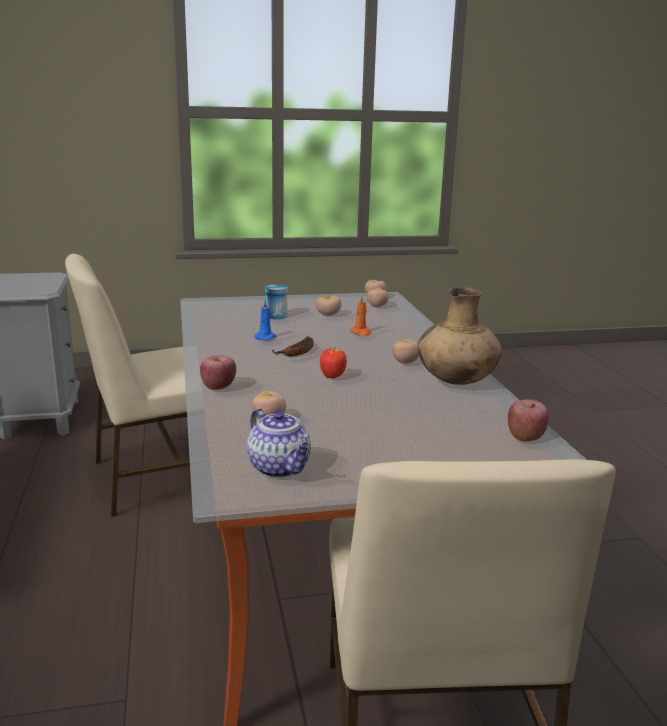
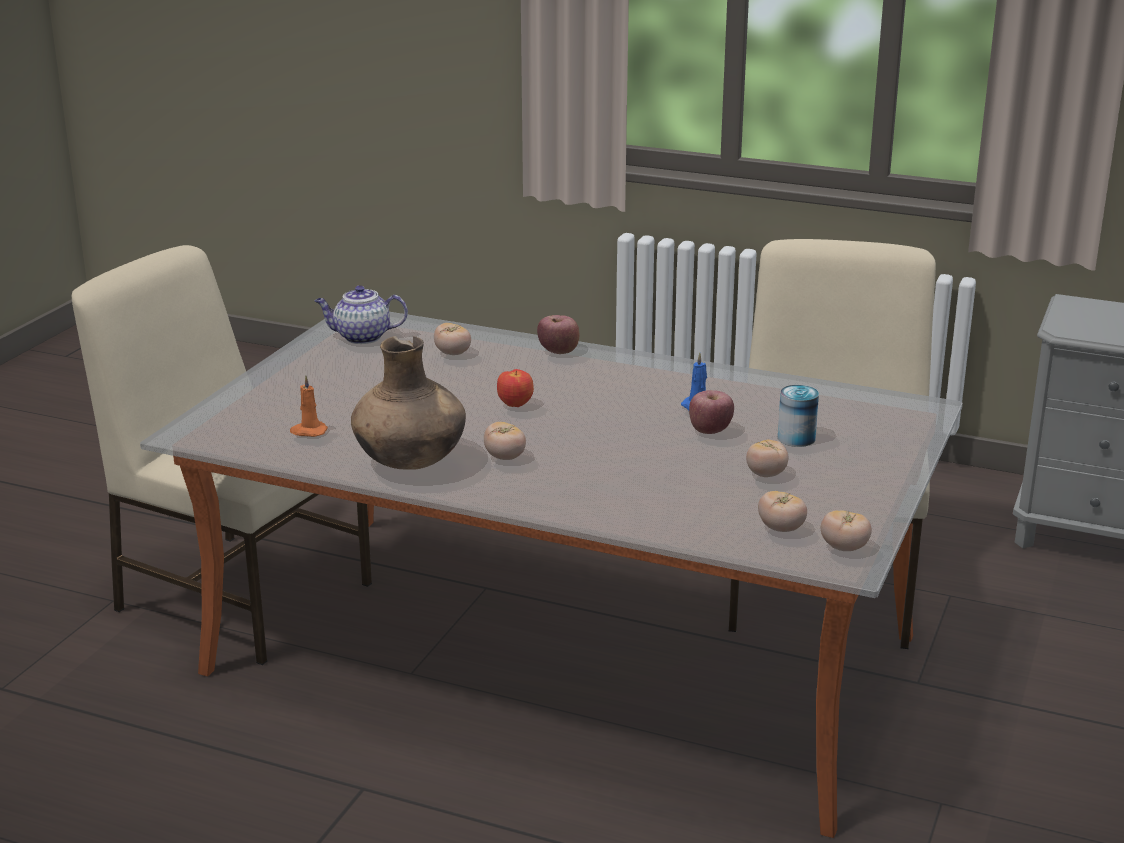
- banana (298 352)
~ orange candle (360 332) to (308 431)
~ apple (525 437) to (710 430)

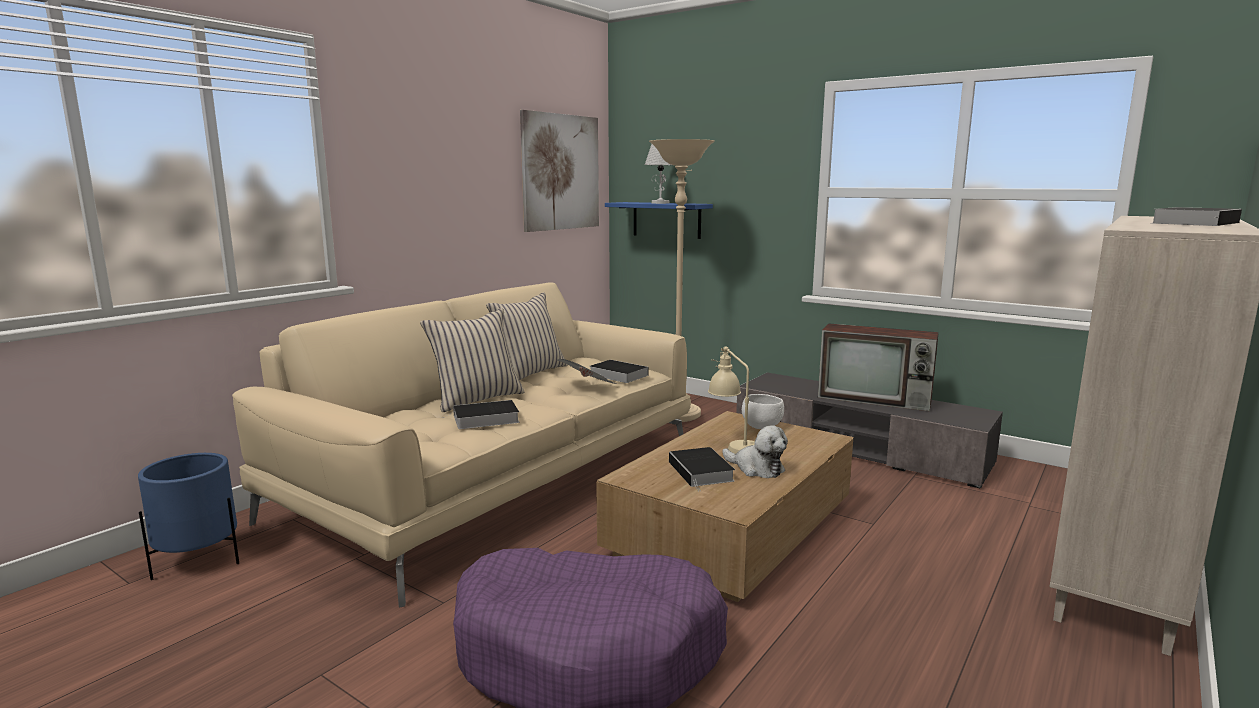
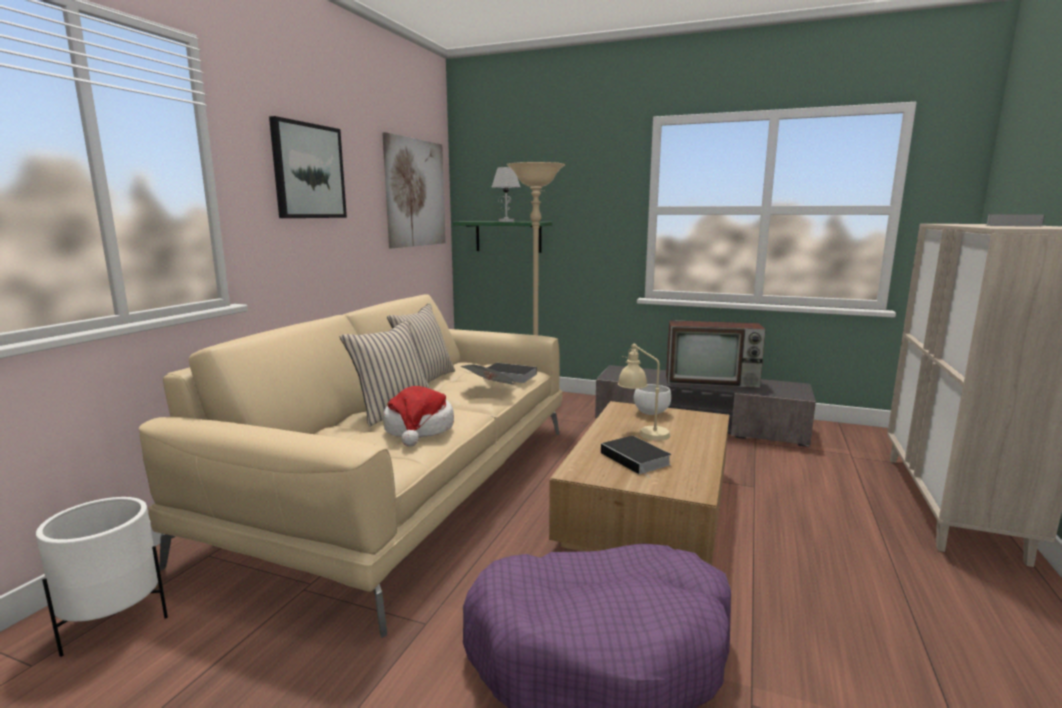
- plush toy (756 468)
+ picture (308 171)
~ book (484 419) to hat (419 429)
~ blue planter (198 561) to white planter (114 622)
~ blue shelf (666 220) to green shelf (508 236)

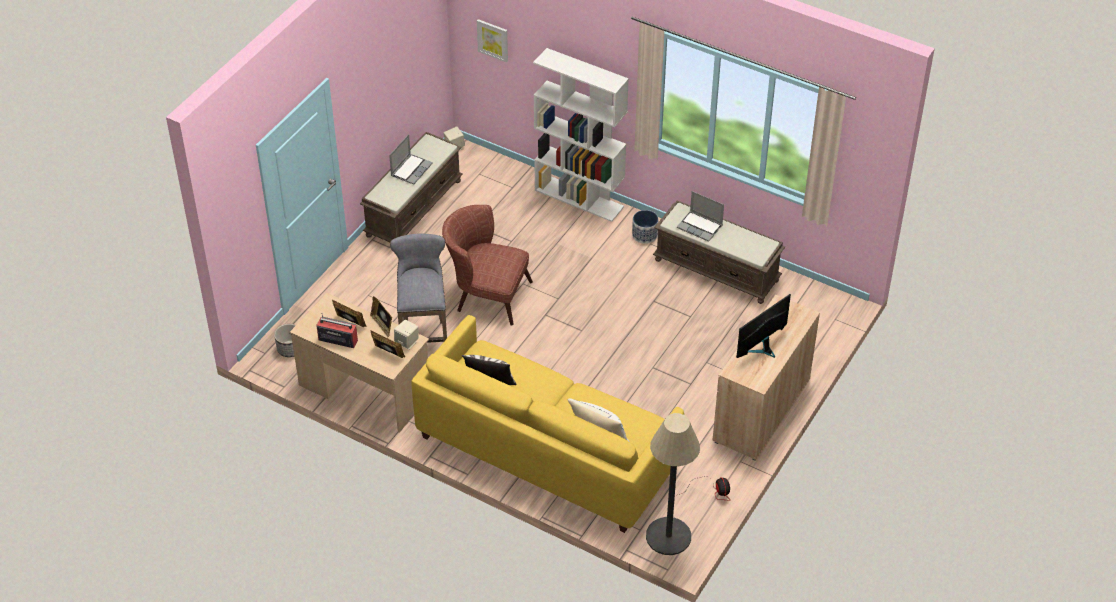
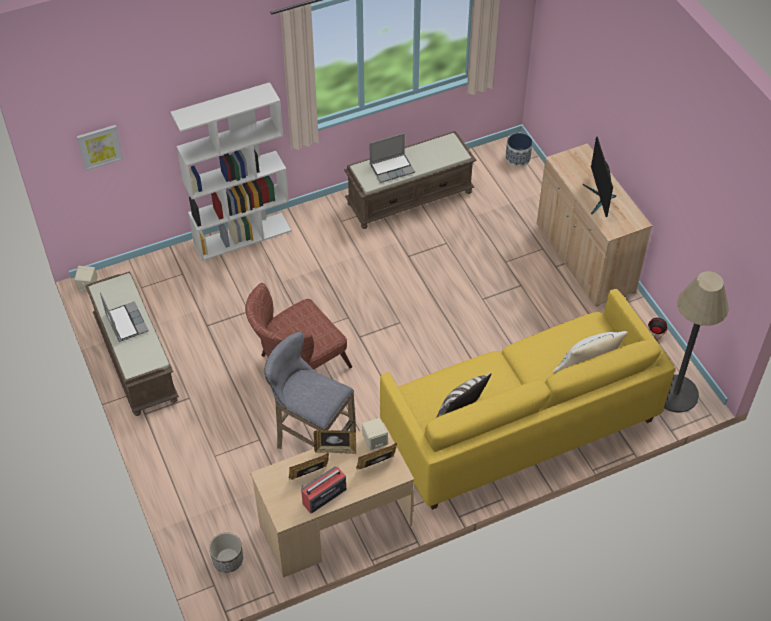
~ planter (645 235) to (518 158)

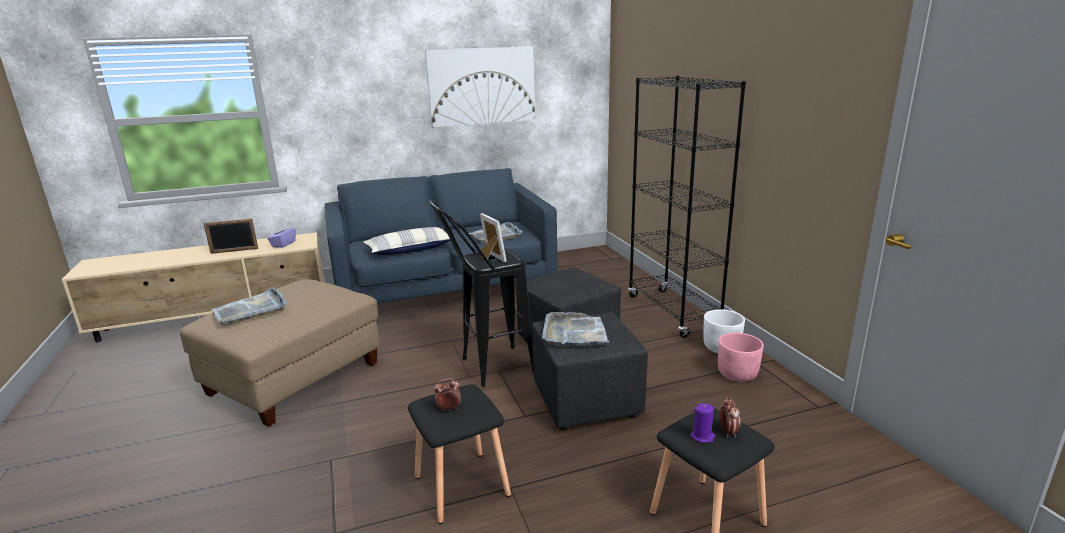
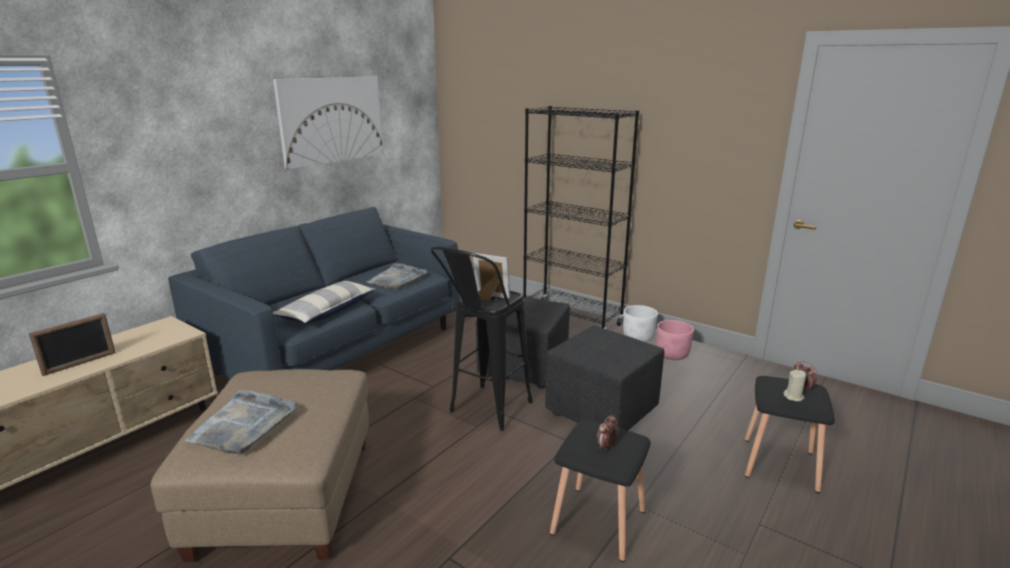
- purple tissue box (283 244)
- grey tray (574 333)
~ purple candle (702 436) to beige candle (793 397)

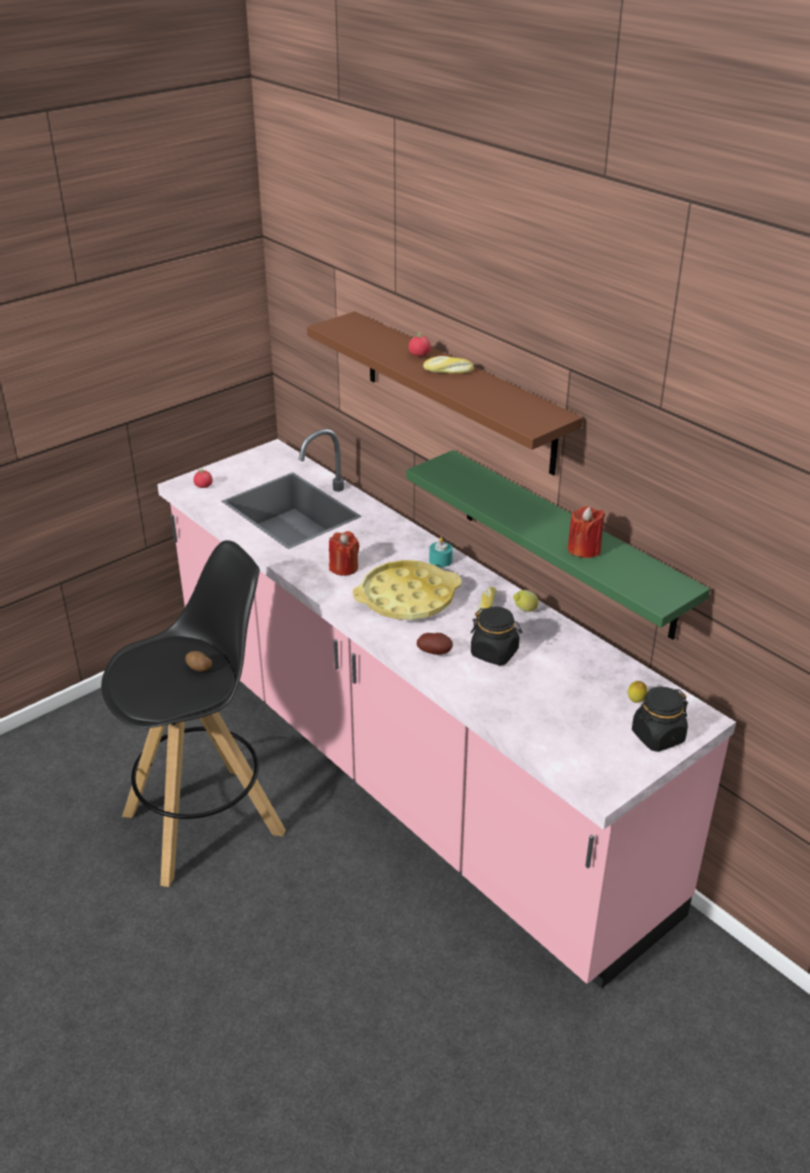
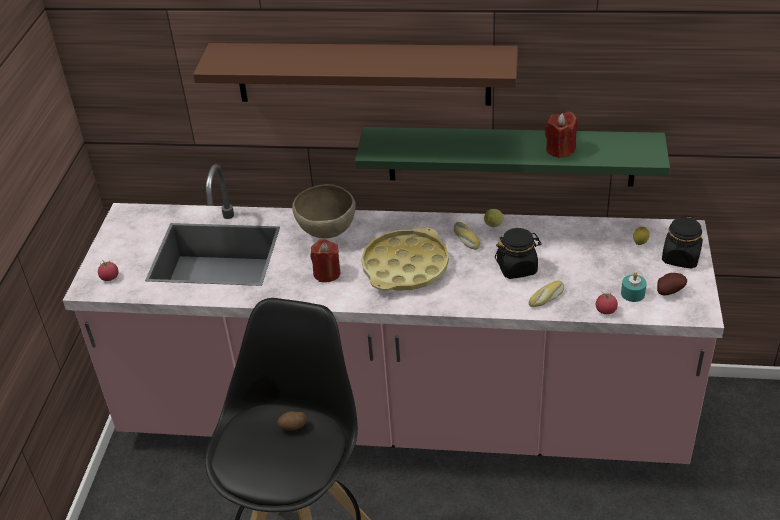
+ brown bowl (326 232)
~ tomato (419 355) to (605 310)
~ potato (435 652) to (668 291)
~ bread (448 371) to (547 298)
~ turquoise candle (440 560) to (632 293)

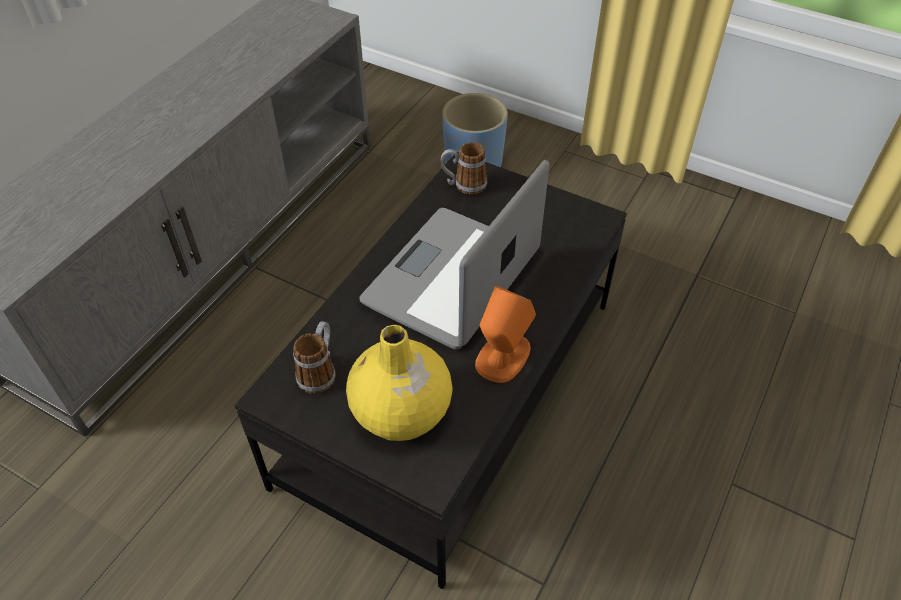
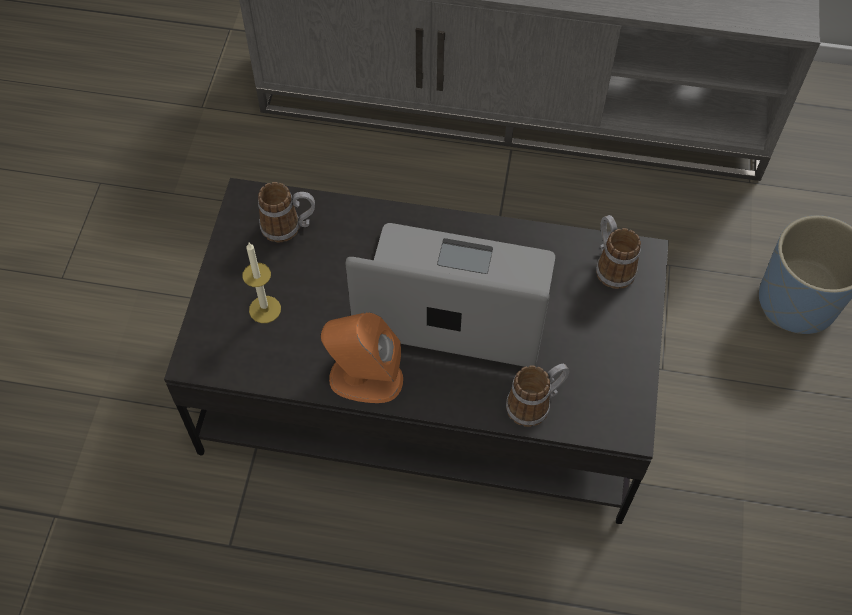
+ mug (535 403)
~ yellow vase (401 412) to candle (265 309)

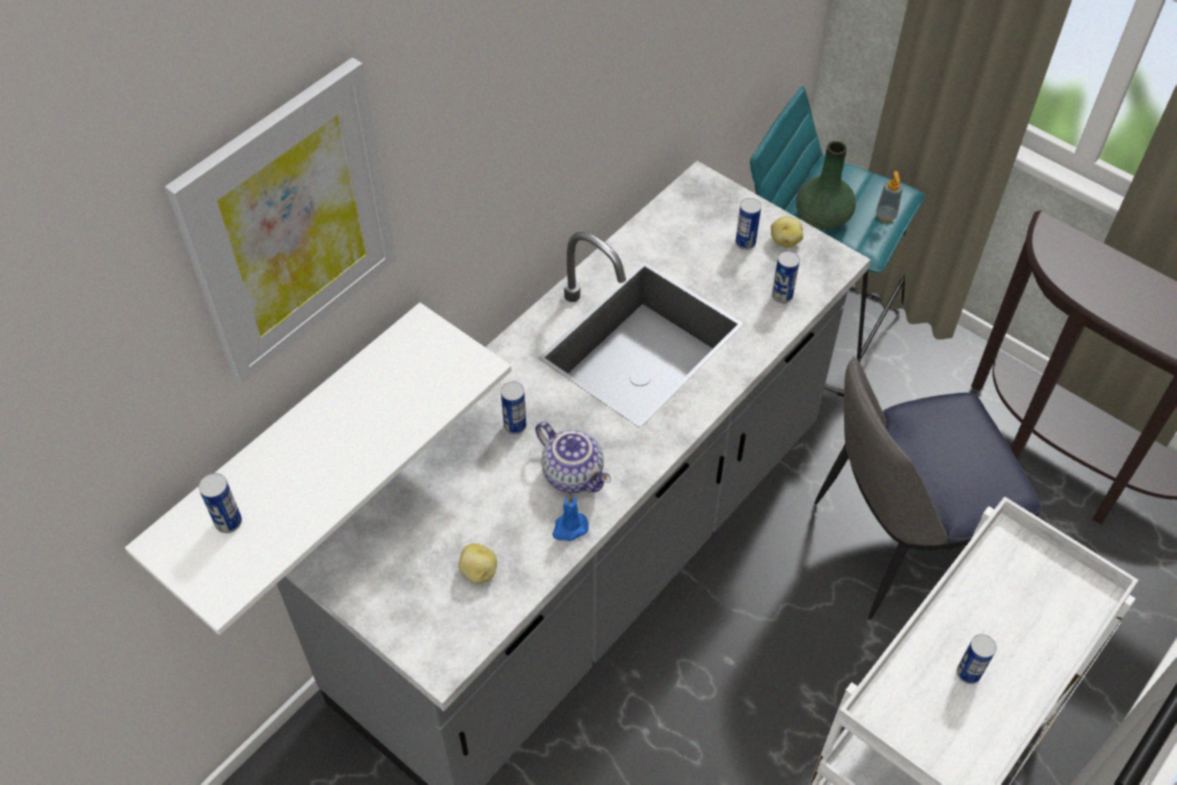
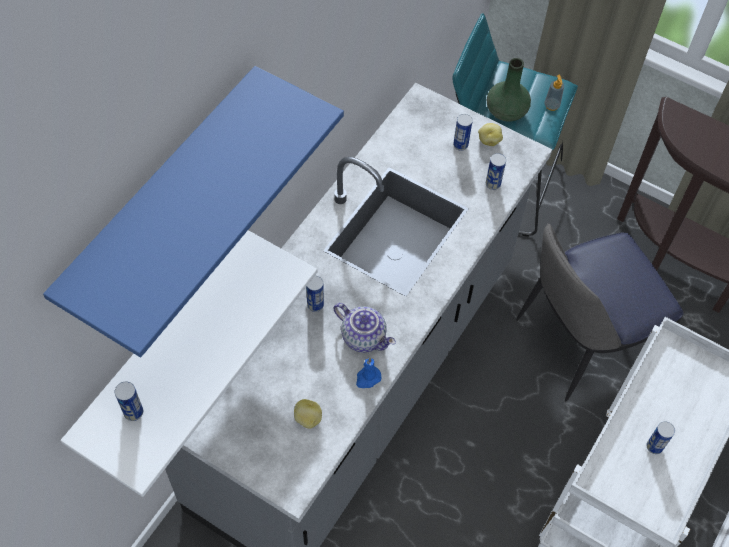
~ picture (289 224) to blue shelf (162 197)

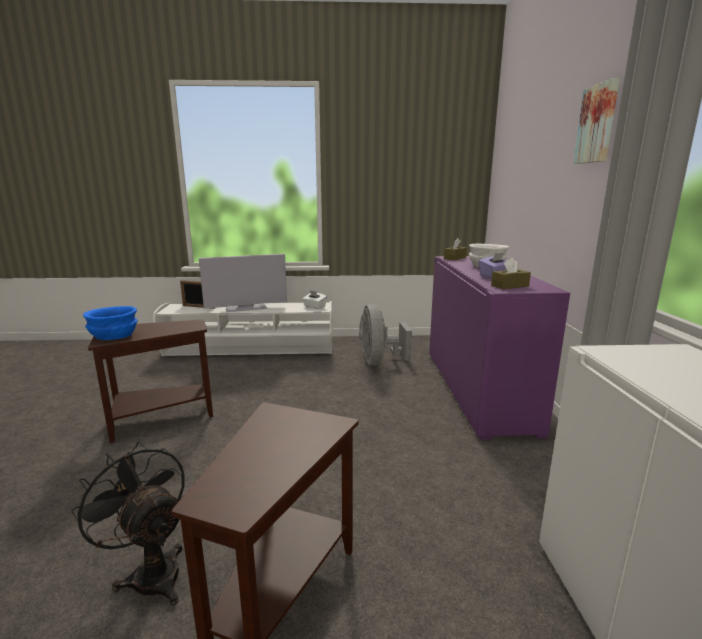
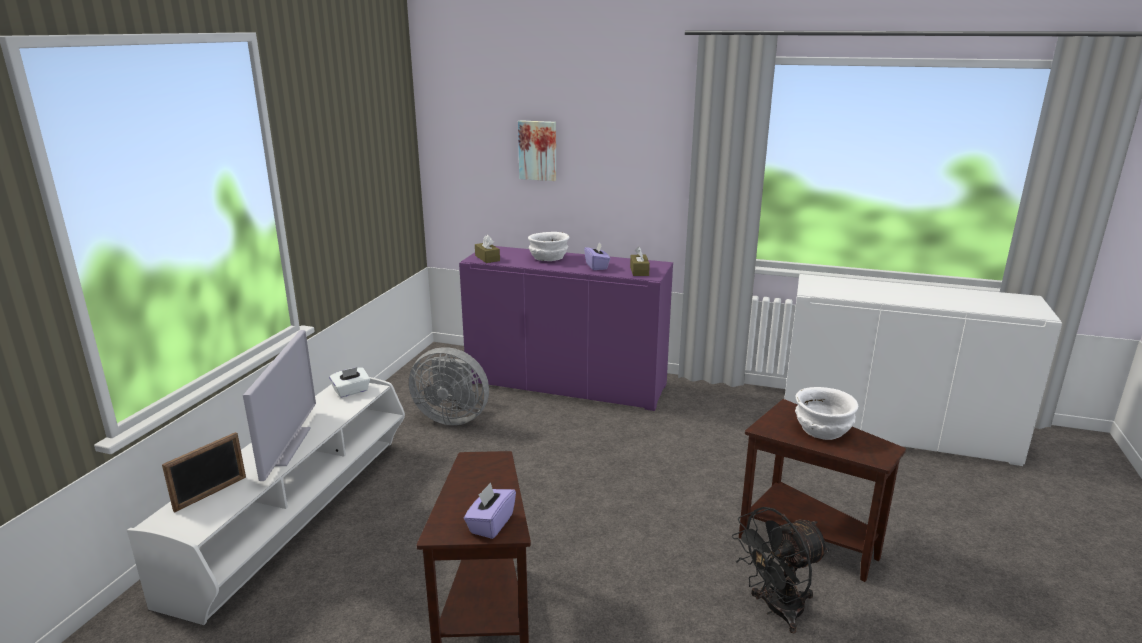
+ white bowl (823 429)
~ picture (598 124) to (538 150)
~ blue bowl (113 336) to purple tissue box (490 524)

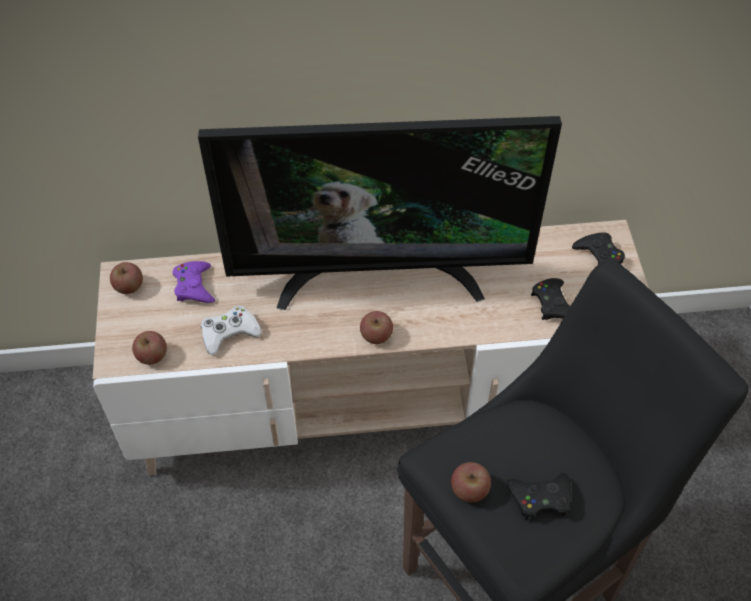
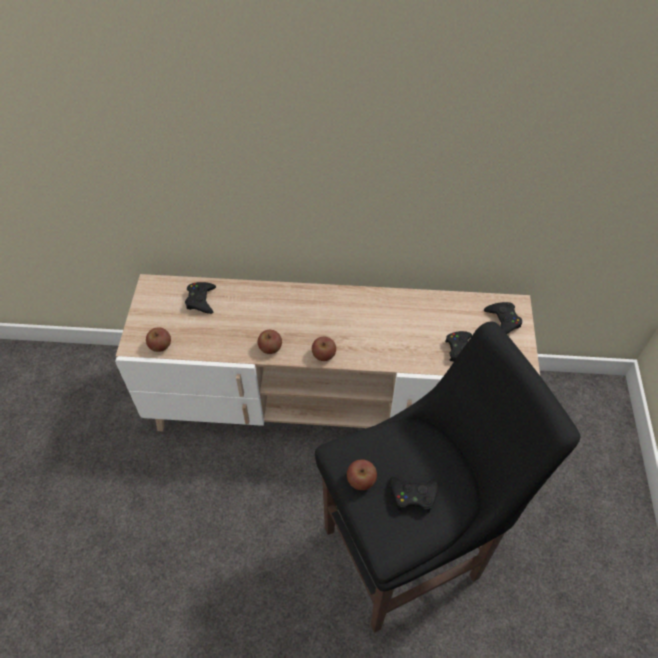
- television (379 274)
- white game controller (229 333)
~ apple (129 286) to (270 347)
~ purple game controller (194 286) to black game controller (201 300)

